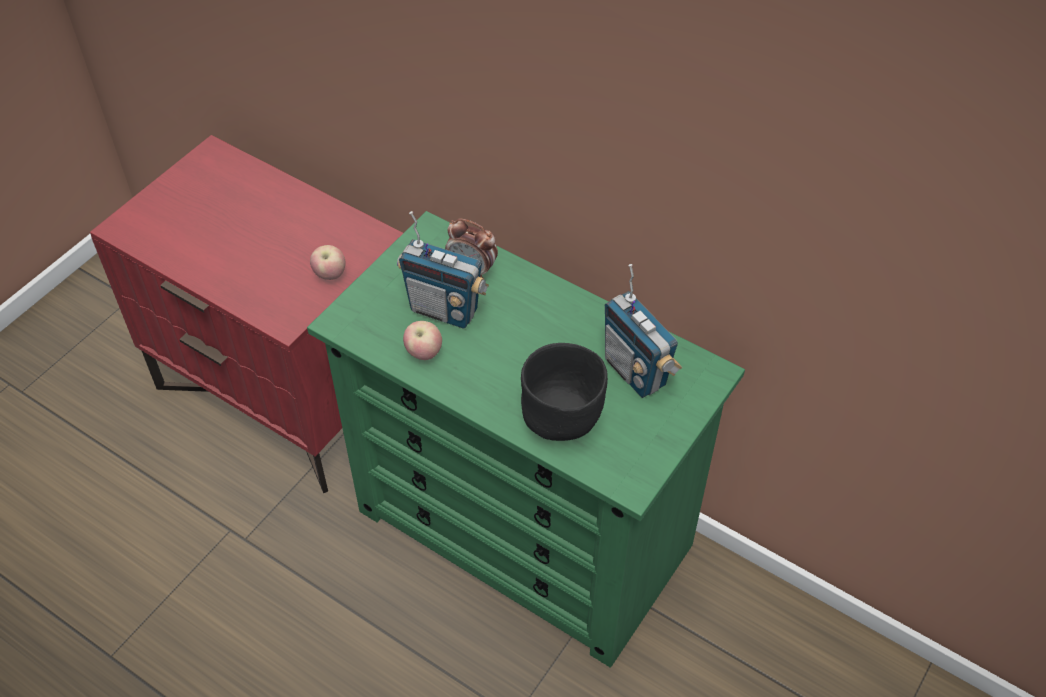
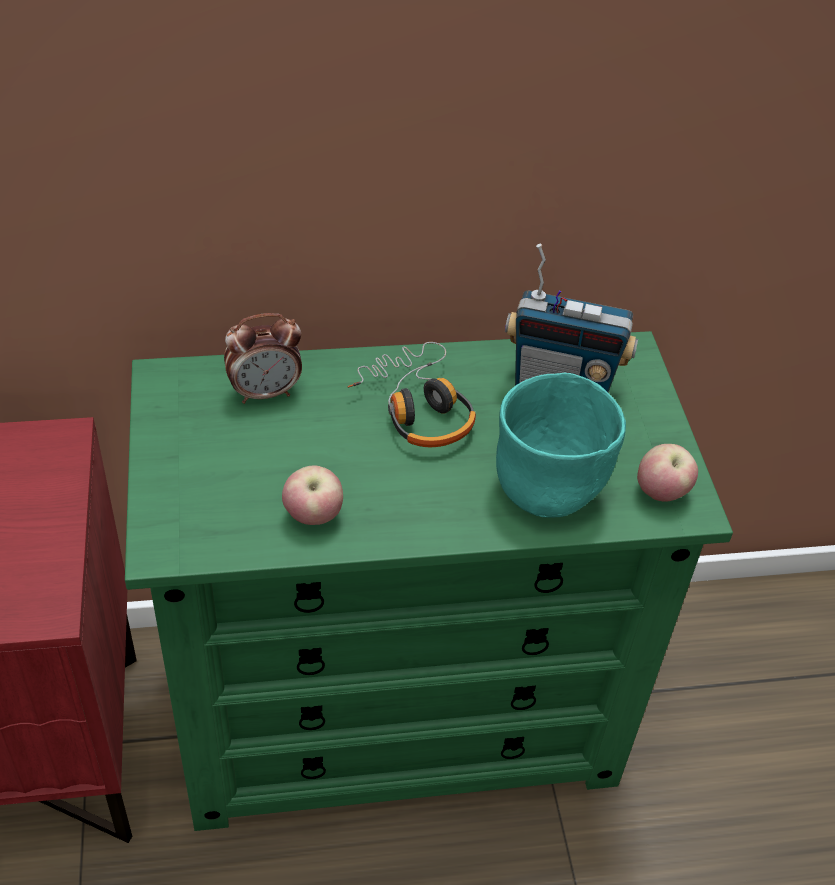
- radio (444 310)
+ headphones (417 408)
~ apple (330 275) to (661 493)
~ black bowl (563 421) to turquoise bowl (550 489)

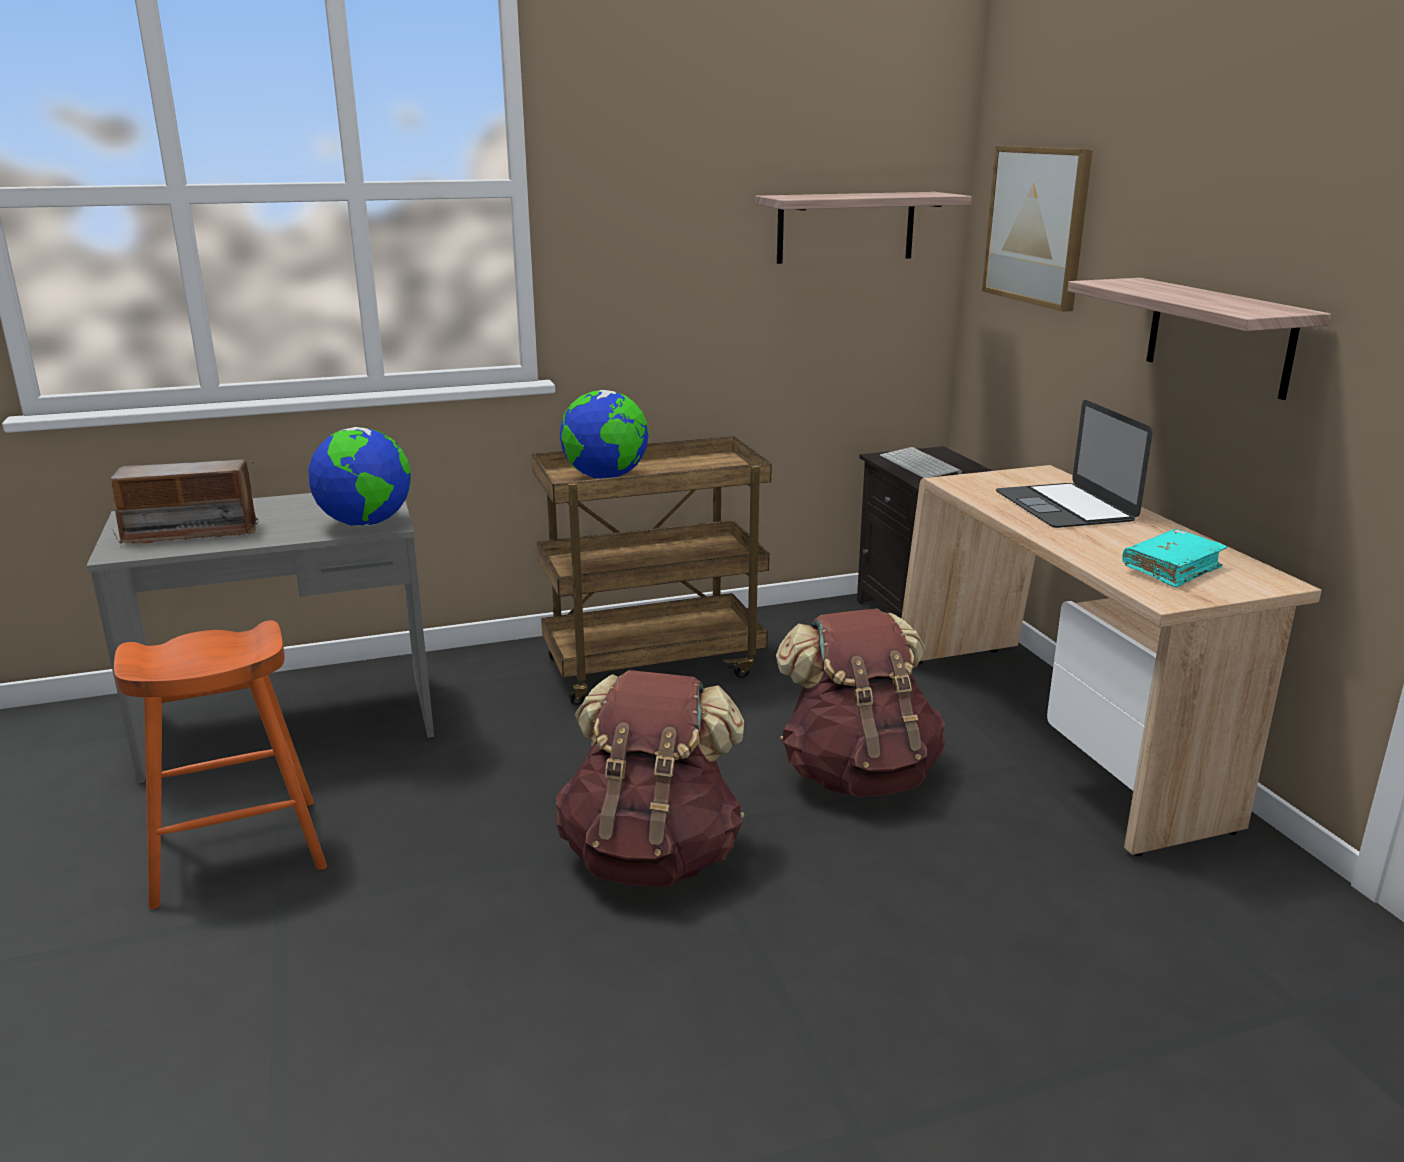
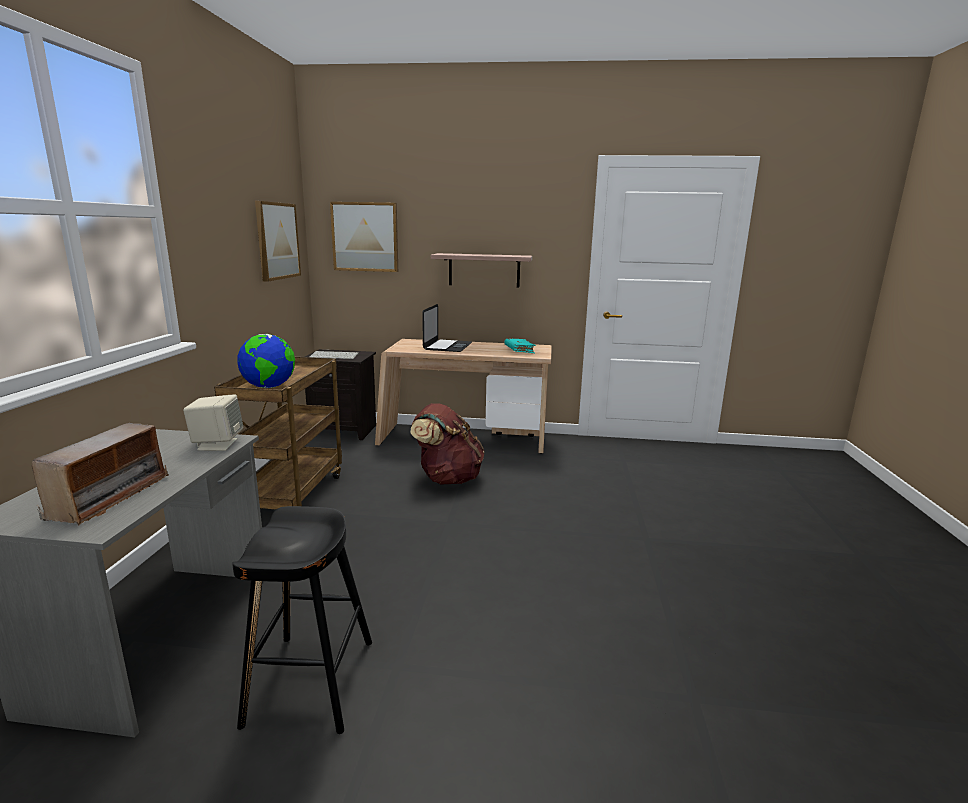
- brown backpack (652 855)
~ globe (366 524) to beige speaker (217 444)
~ shelf (846 227) to picture (277 241)
~ orange stool (238 851) to black stool (311 681)
~ laptop (1065 506) = (447 346) 90 degrees counterclockwise

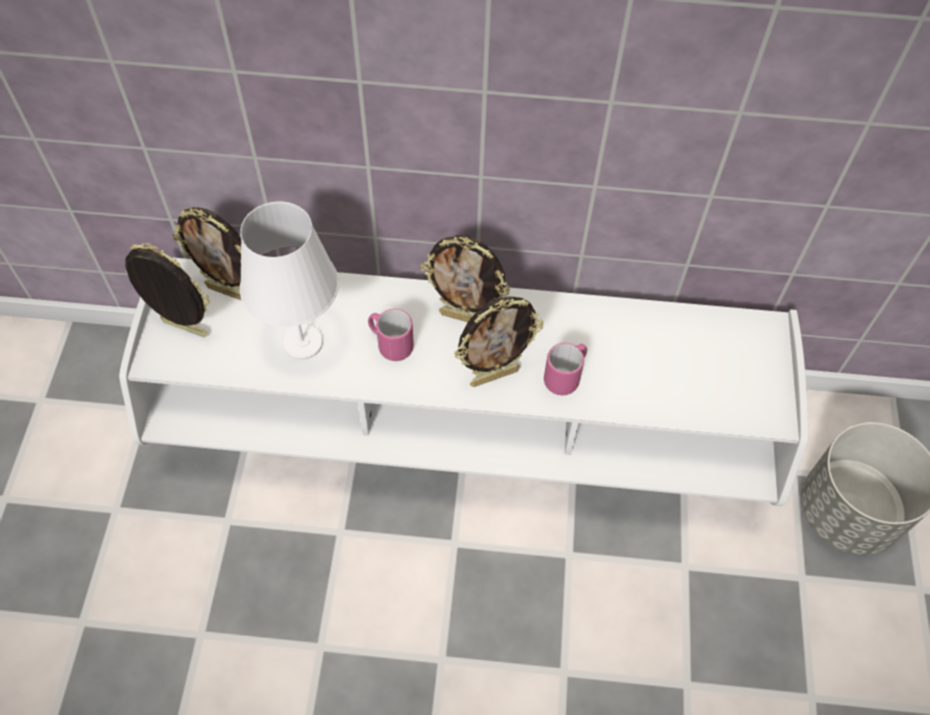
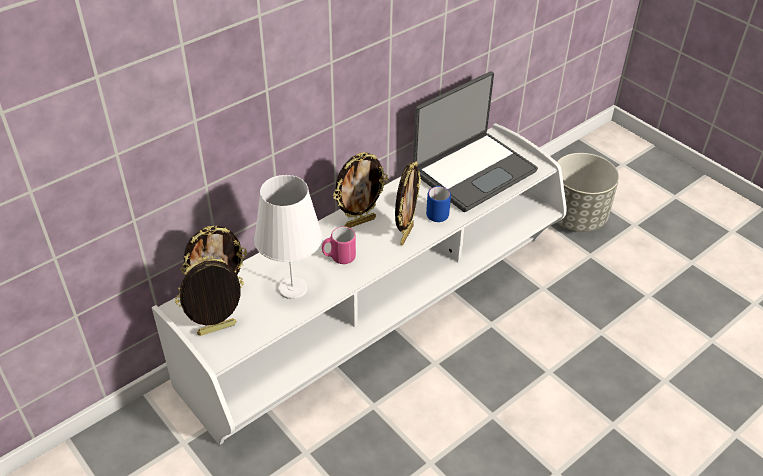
+ laptop (473 171)
~ pink mug (565 377) to blue mug (437 212)

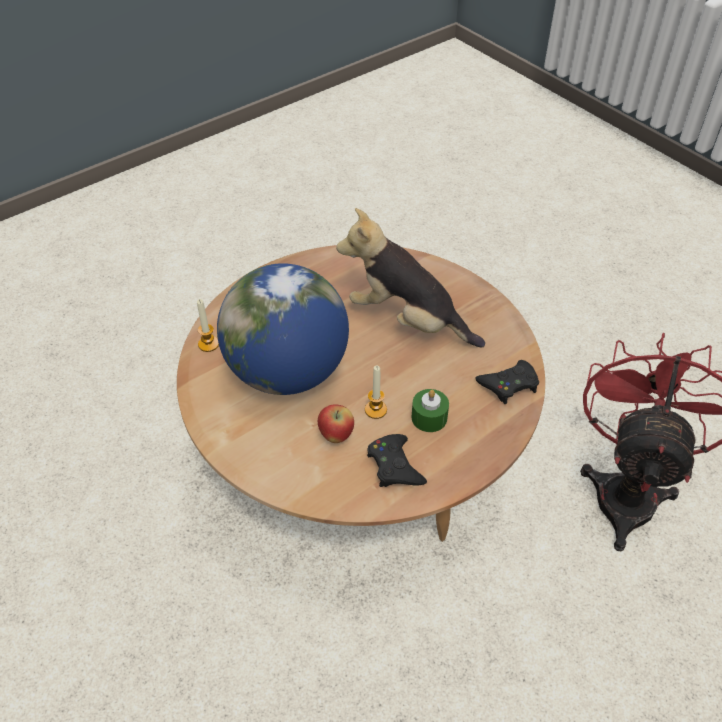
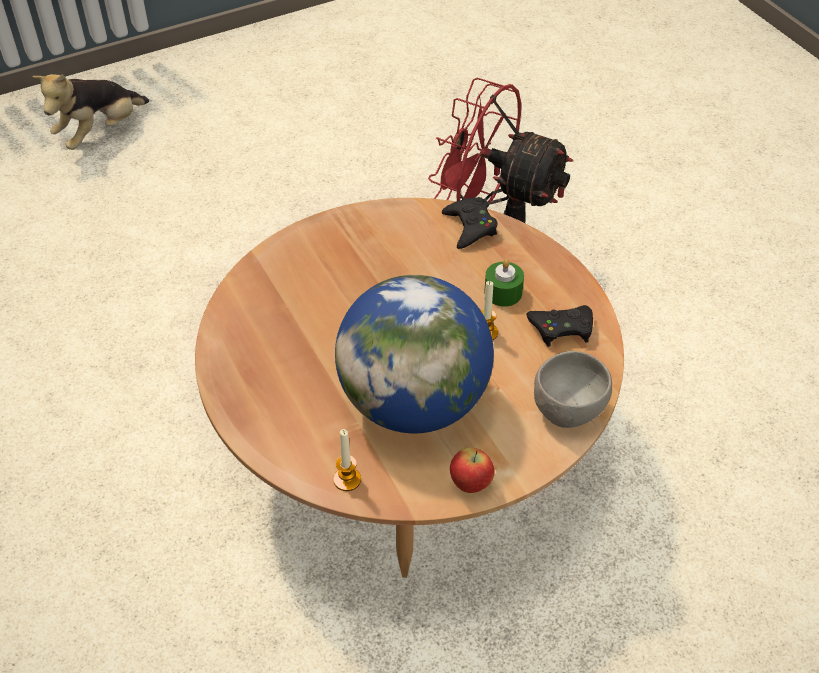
+ grey bowl (566 409)
~ apple (336 435) to (470 484)
~ plush toy (407 320) to (100 133)

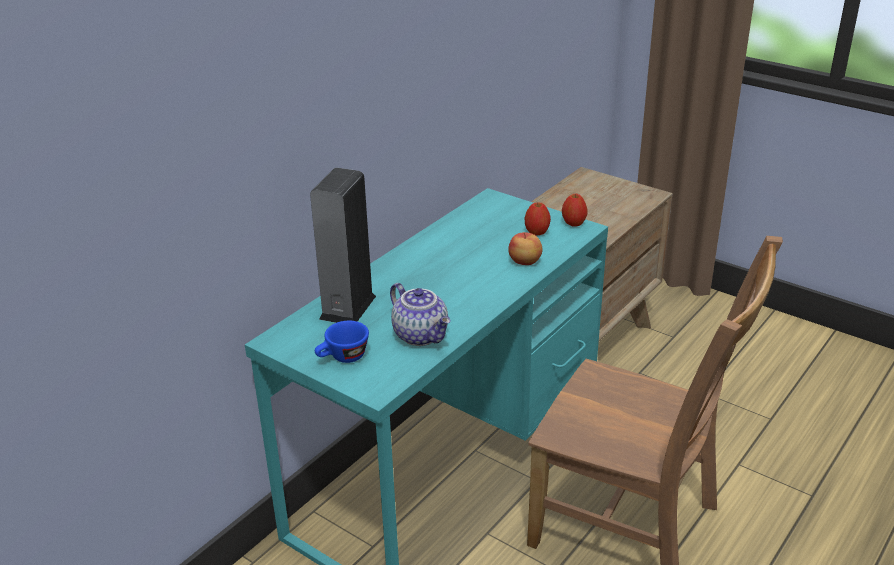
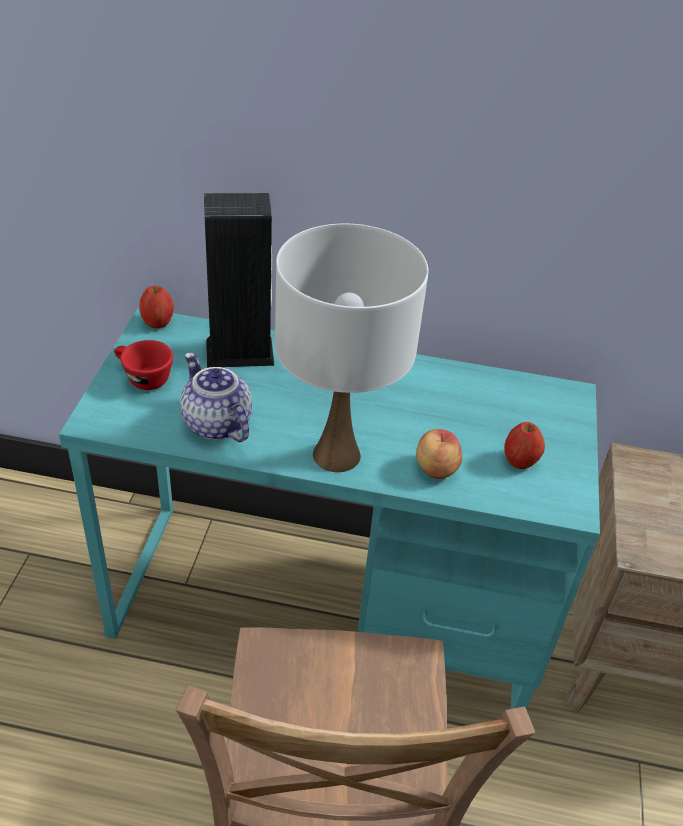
+ white table lamp (337 454)
~ apple (573 223) to (158 323)
~ blue cup (343 358) to red cup (142 378)
~ teapot (422 335) = (215 424) 120 degrees clockwise

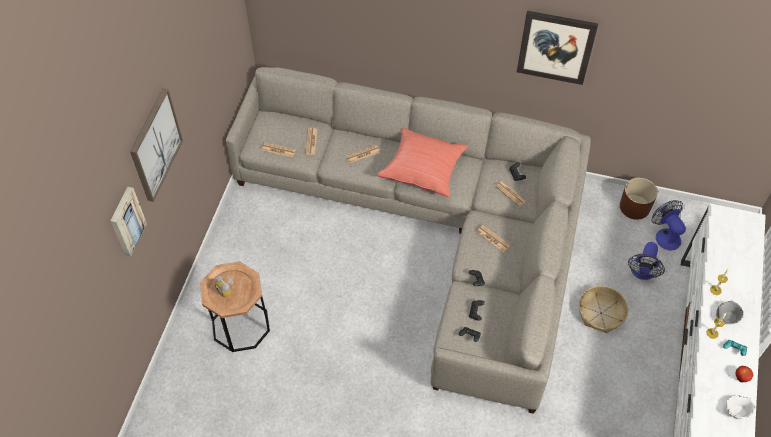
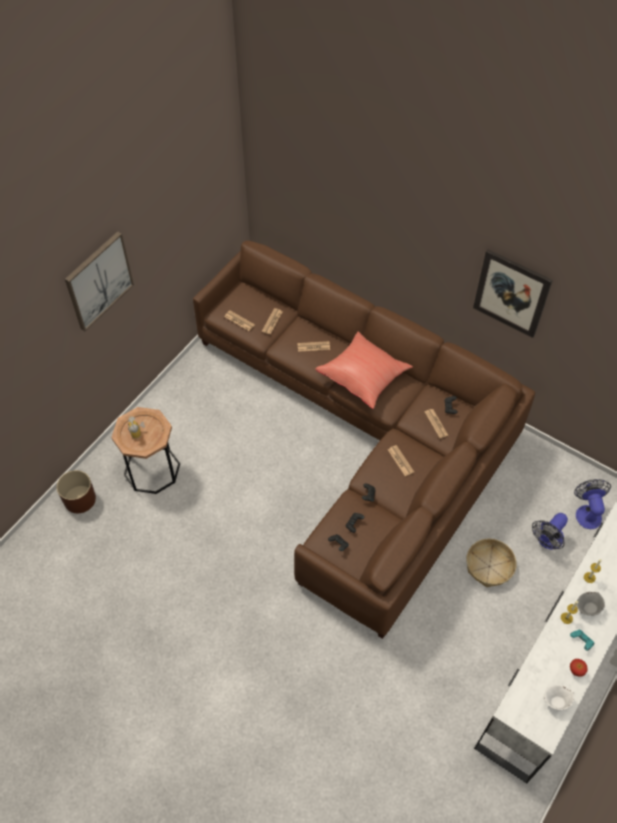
- picture (126 221)
~ brown planter (634 207) to (80 499)
~ grey sofa (434 227) to brown sofa (363 435)

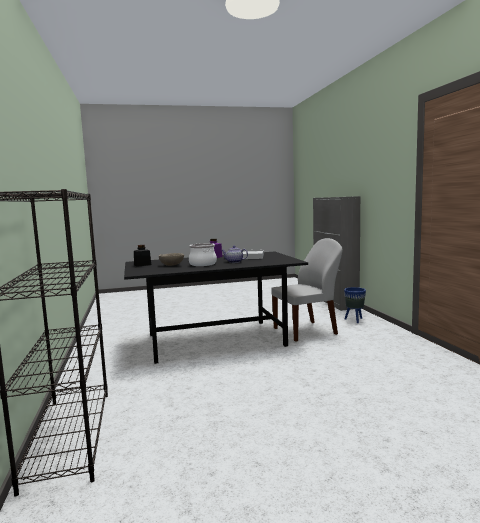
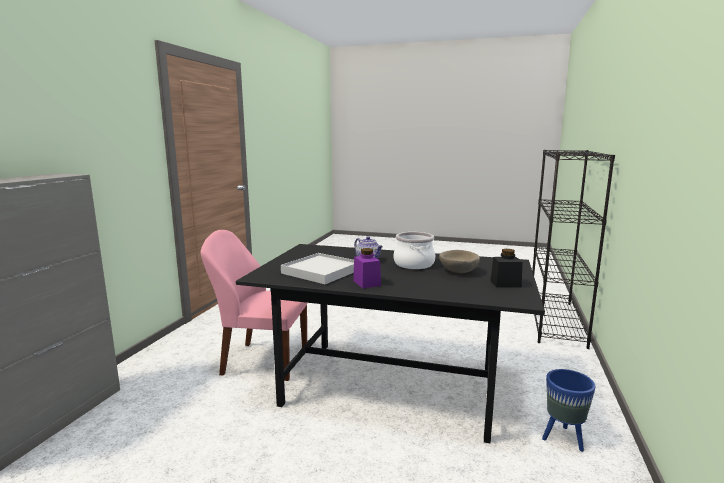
~ blue planter (354 320) to (563 439)
~ white chair (306 331) to pink chair (263 361)

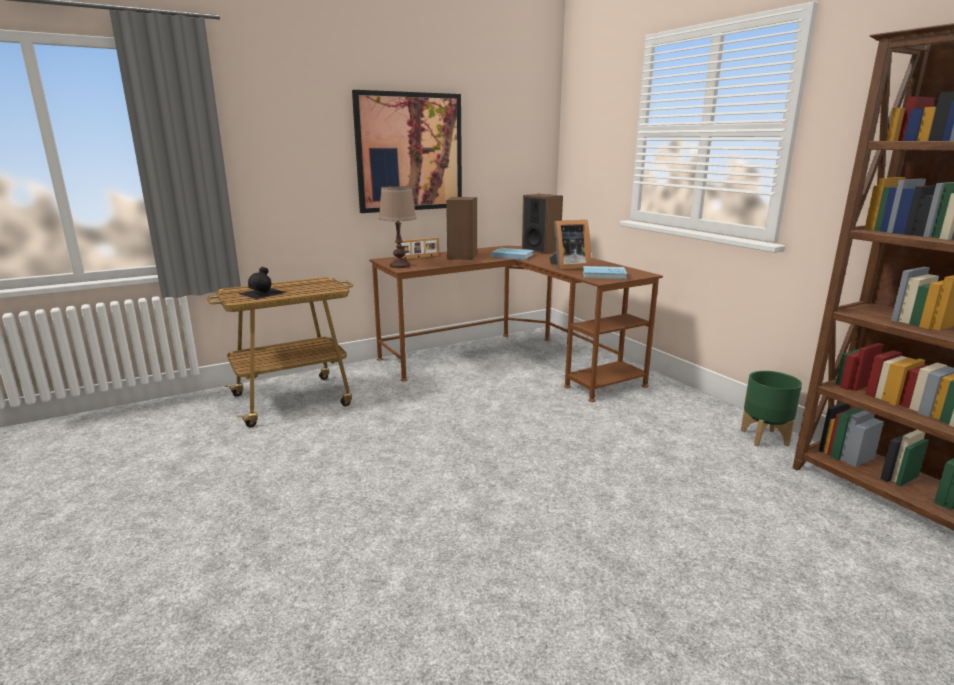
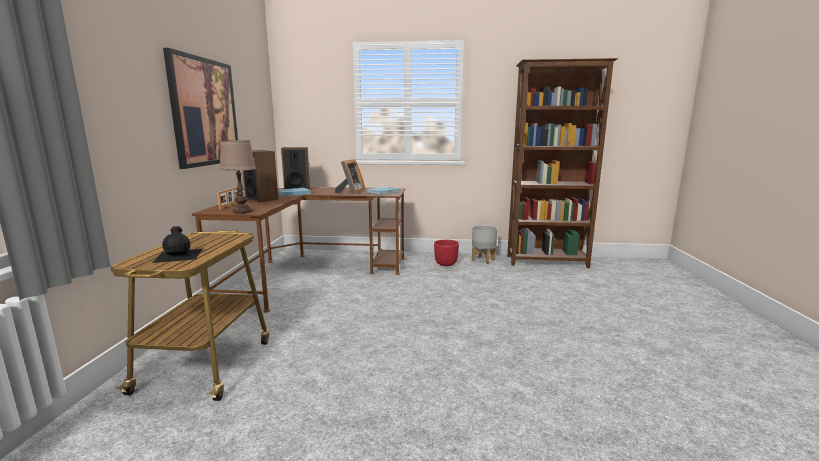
+ red planter (446 264)
~ green planter (764 437) to grey planter (483 260)

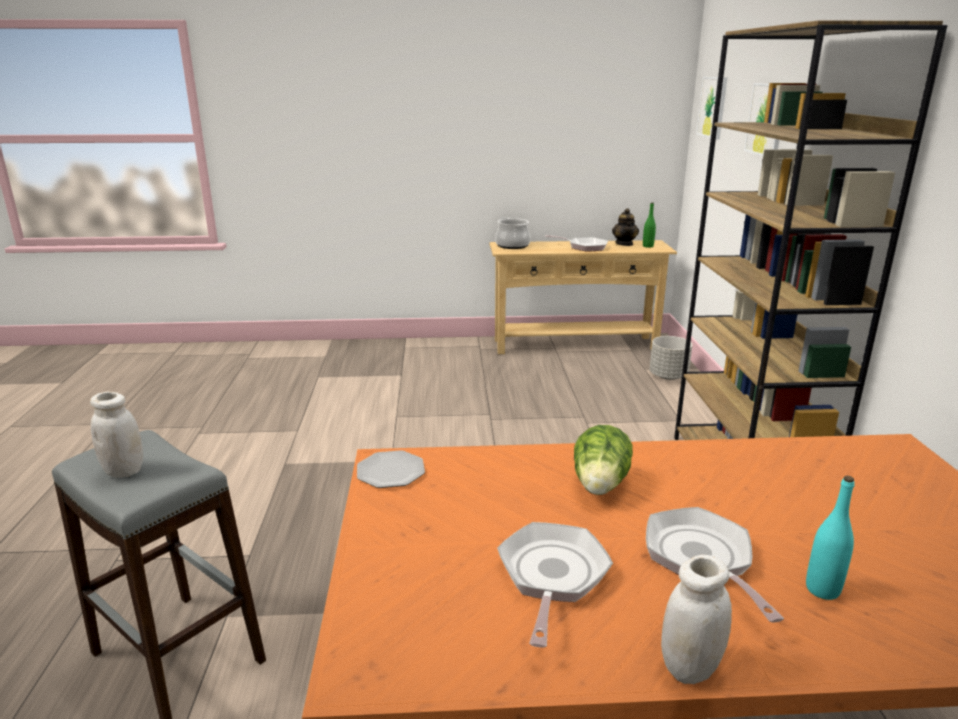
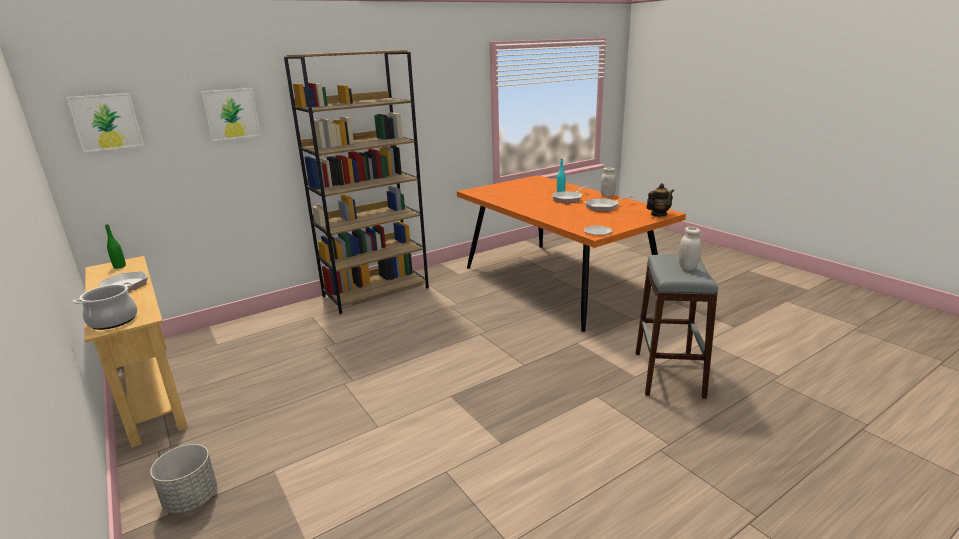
- lettuce (600 486)
~ teapot (624 244) to (658 215)
~ grey planter (668 376) to (191 499)

